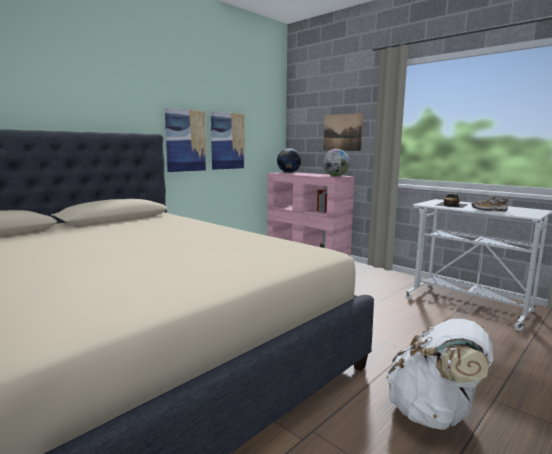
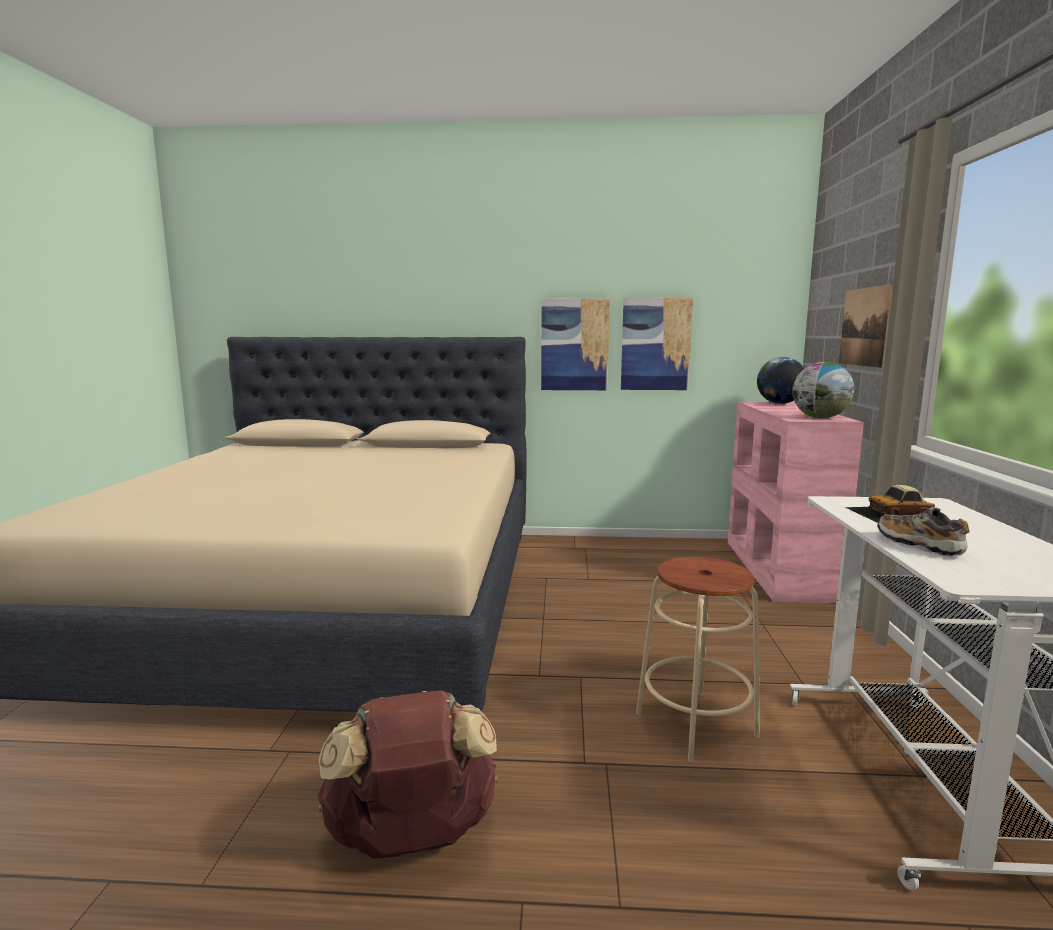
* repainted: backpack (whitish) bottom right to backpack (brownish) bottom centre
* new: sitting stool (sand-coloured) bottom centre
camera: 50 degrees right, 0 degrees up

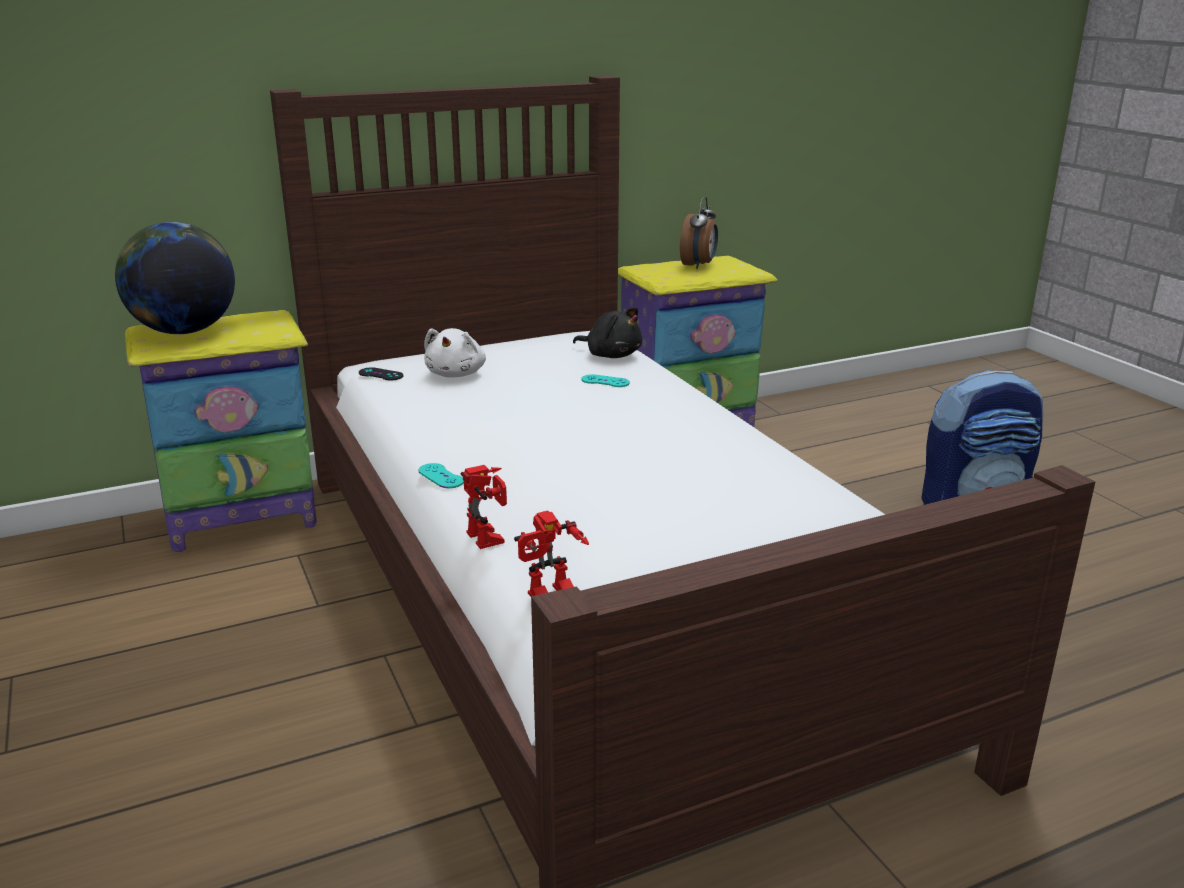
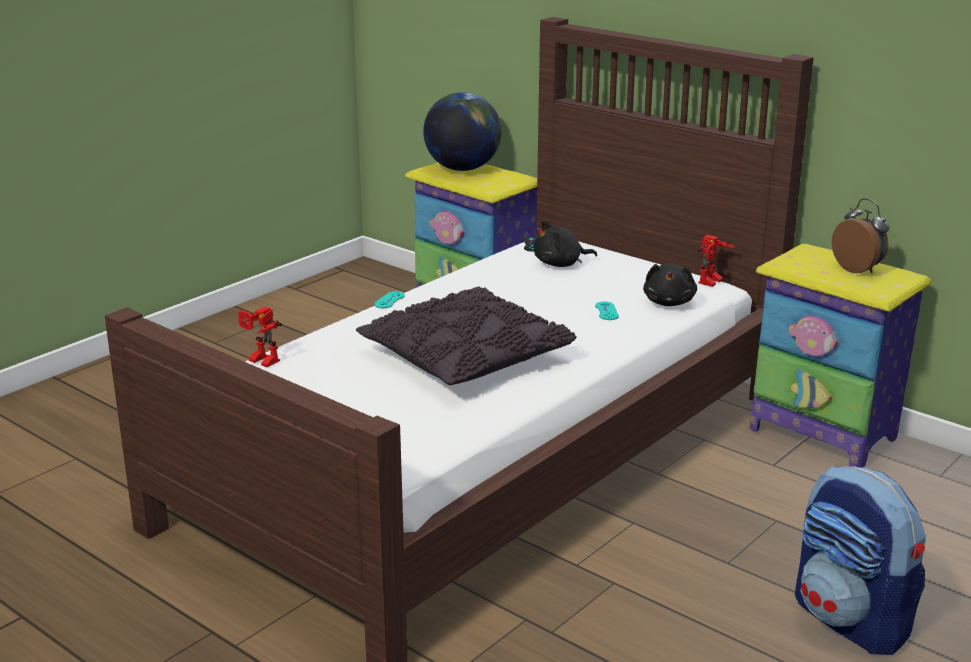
* rotated: alarm clock top centre = middle right 120 degrees counterclockwise
* repainted: plush toy (whitish) centre to plush toy (blackish) (no. 1 from left) centre
* shifted: toy robot (no. 1 from left in the first image) centre to toy robot (no. 2 from left) middle right
* new: cushion (blackish) centre
camera: 65 degrees right, 0 degrees up

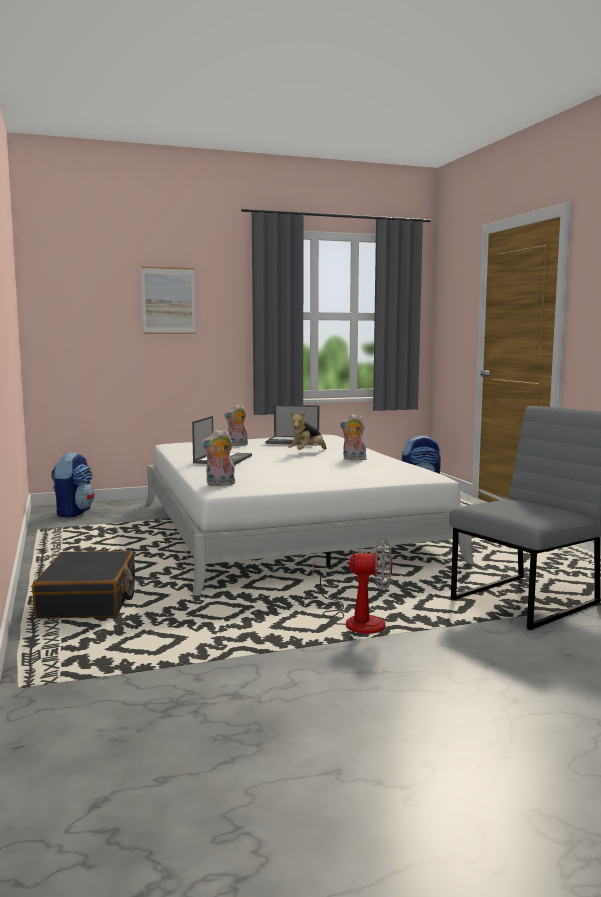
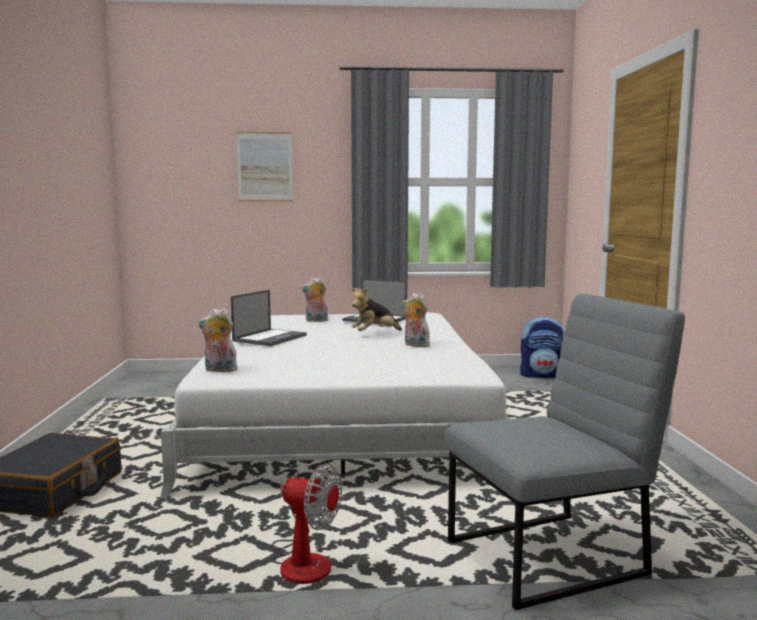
* gone: backpack (no. 1 from left) middle left
camera: 15 degrees right, 0 degrees up

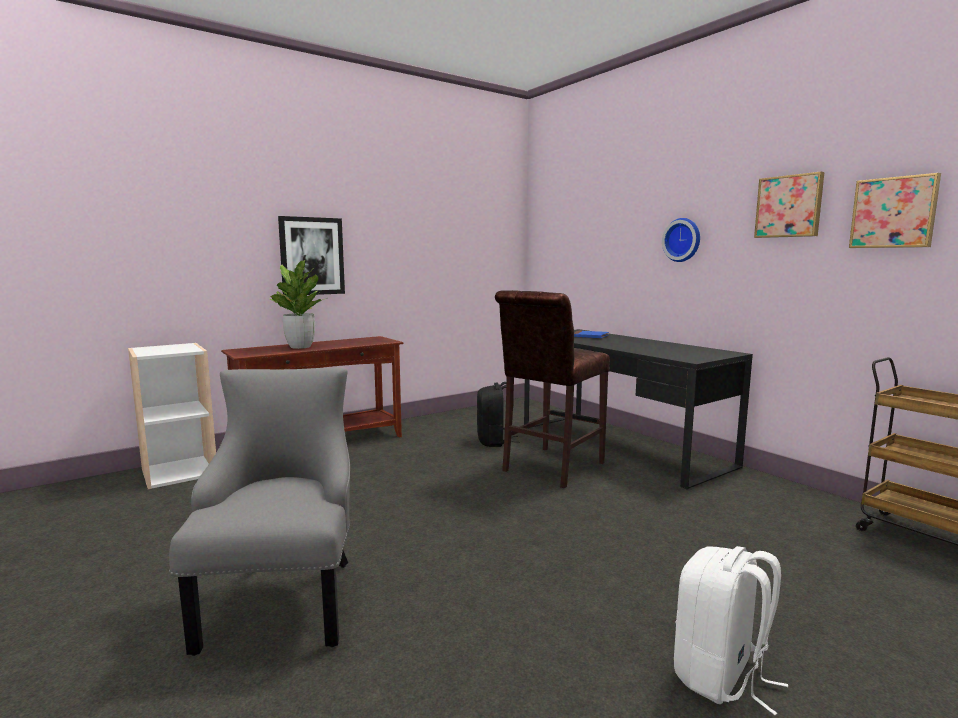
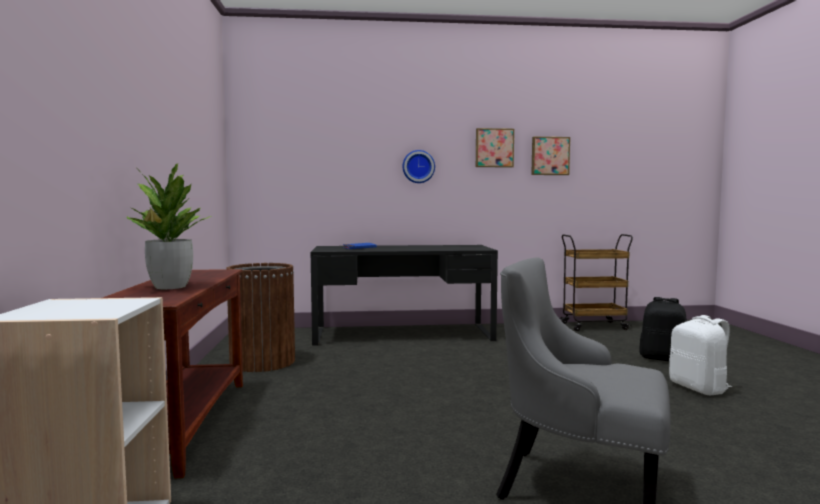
* gone: wall picture (no. 1 from left) middle left
* gone: sitting stool (brownish) centre
* shifted: backpack (blackish) centre to middle right
* new: trash can (brownish) middle left
camera: 60 degrees left, 5 degrees down

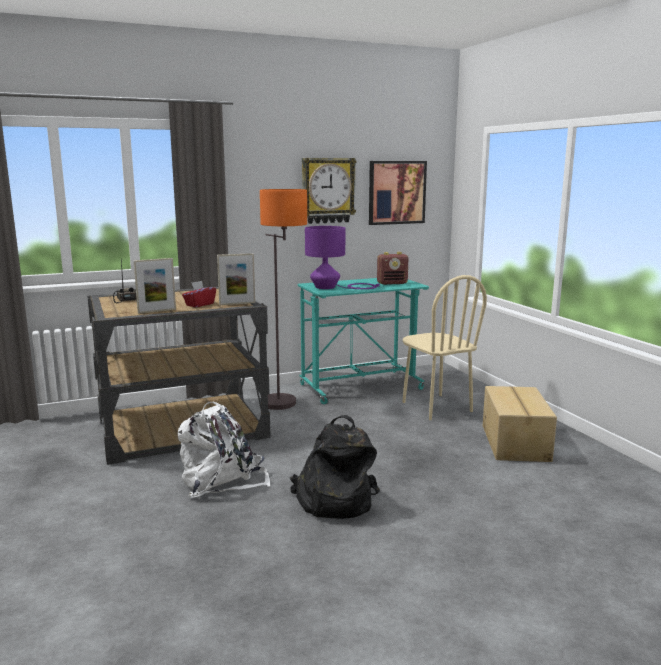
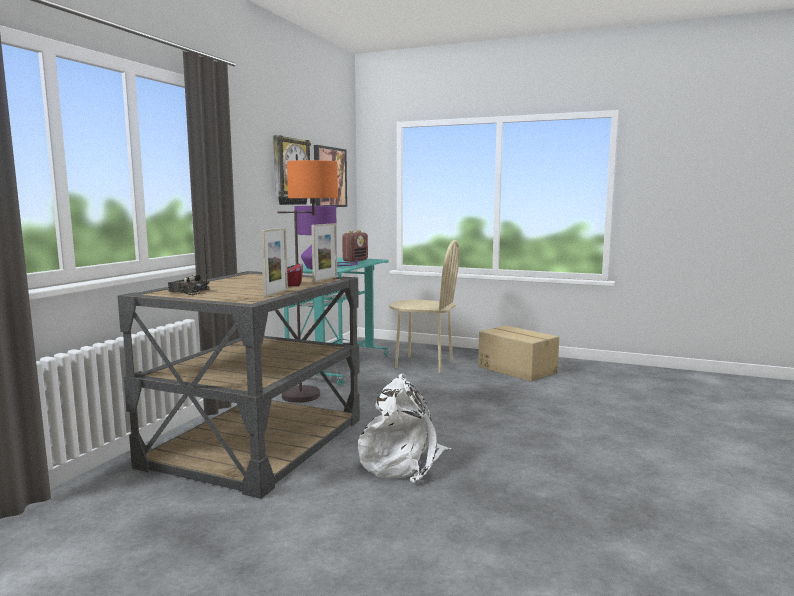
* gone: backpack (blackish) bottom centre
camera: 45 degrees left, 5 degrees down

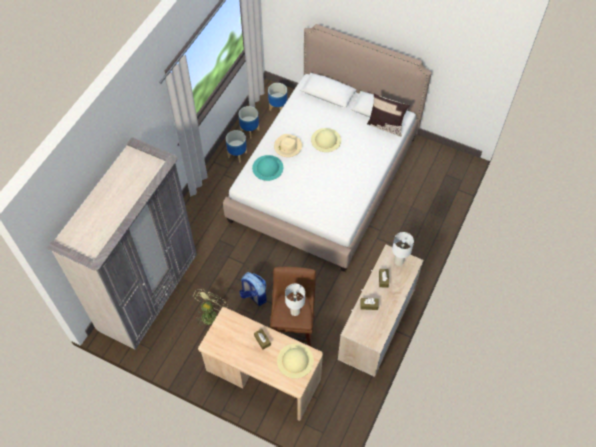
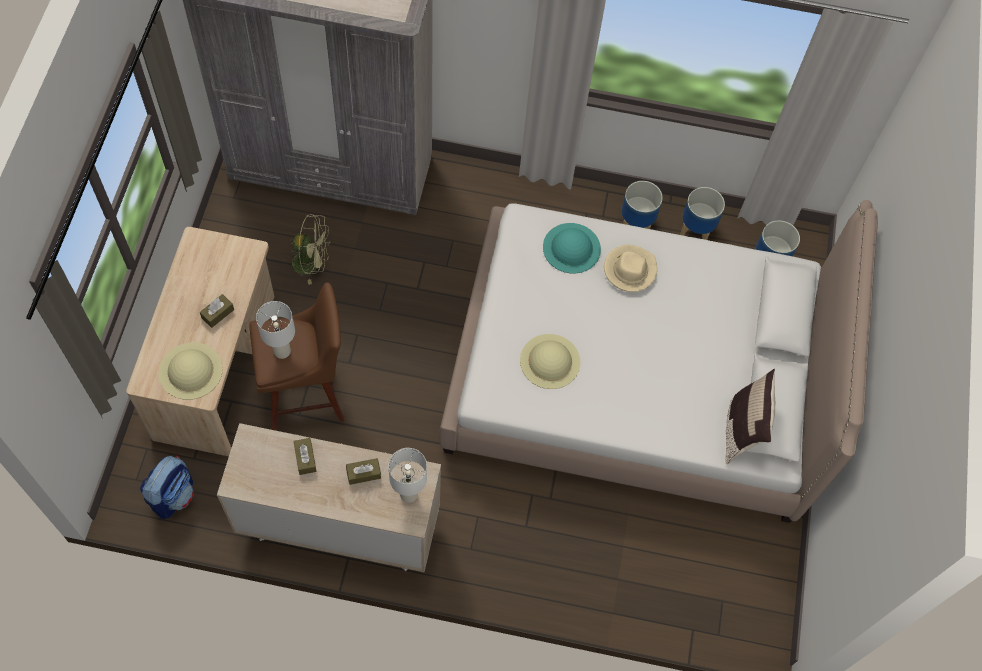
* shifted: wearable hat (sand-coloured) (no. 3 from left in the first image) top centre to wearable hat (sand-coloured) (no. 2 from left) centre
* shifted: backpack centre to bottom left
camera: 70 degrees right, 5 degrees up

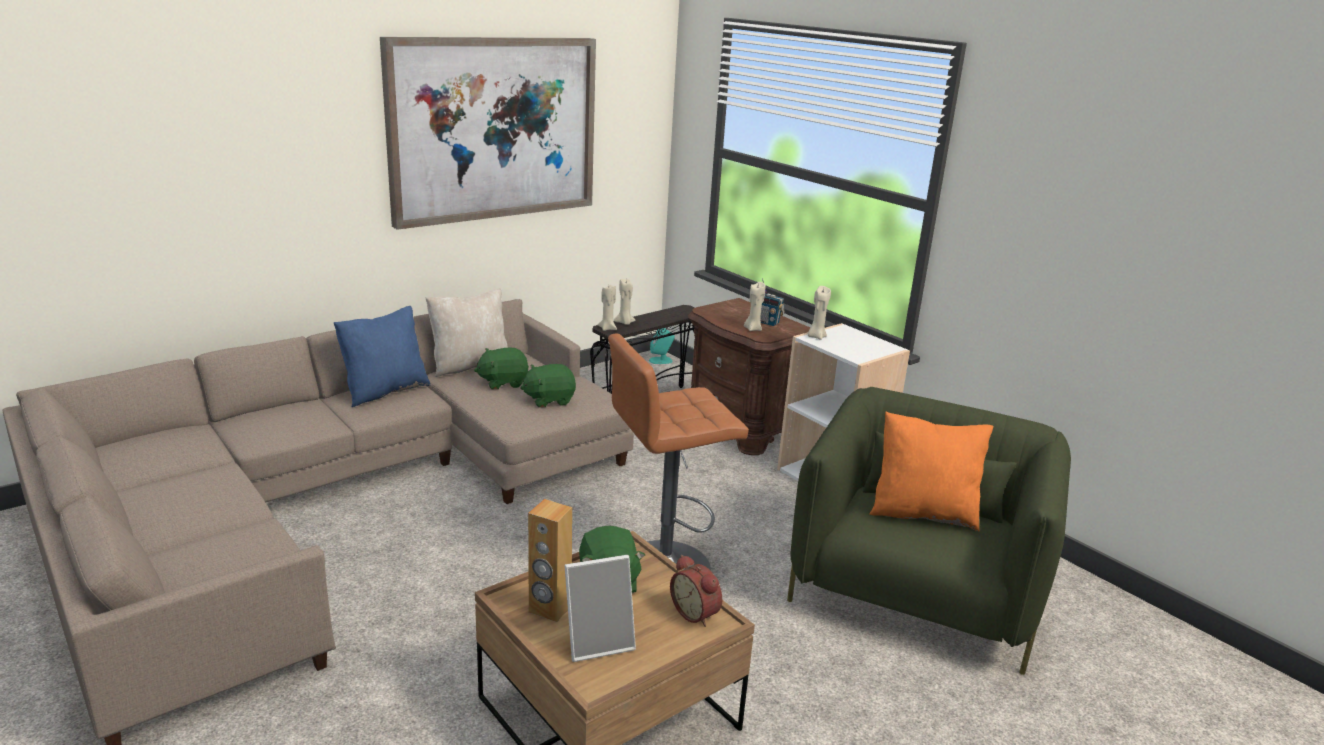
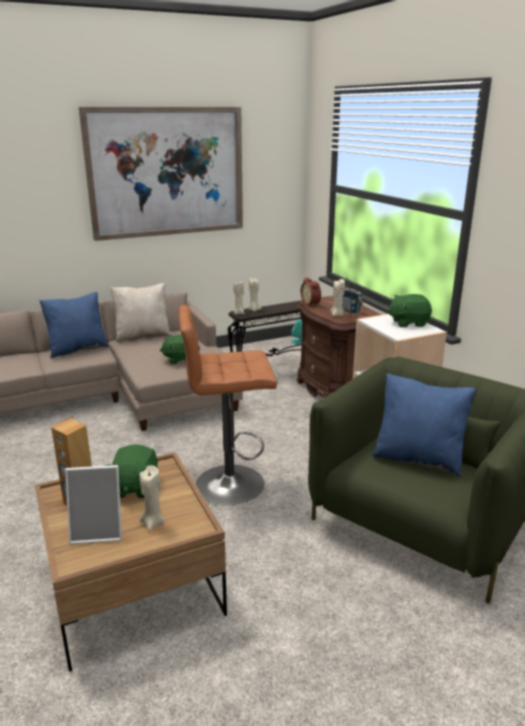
* shifted: wax candle (sand-coloured) (no. 4 from left in the first image) centre to wax candle (sand-coloured) (no. 1 from left) bottom left
* shifted: plush toy (green-coloured) (no. 1 from left in the first image) centre to plush toy (green-coloured) (no. 3 from left) middle right
* repainted: cushion (orange-coloured) middle right to cushion (bluish) (no. 2 from left) middle right
* shifted: alarm clock bottom centre to centre
camera: 15 degrees right, 0 degrees up

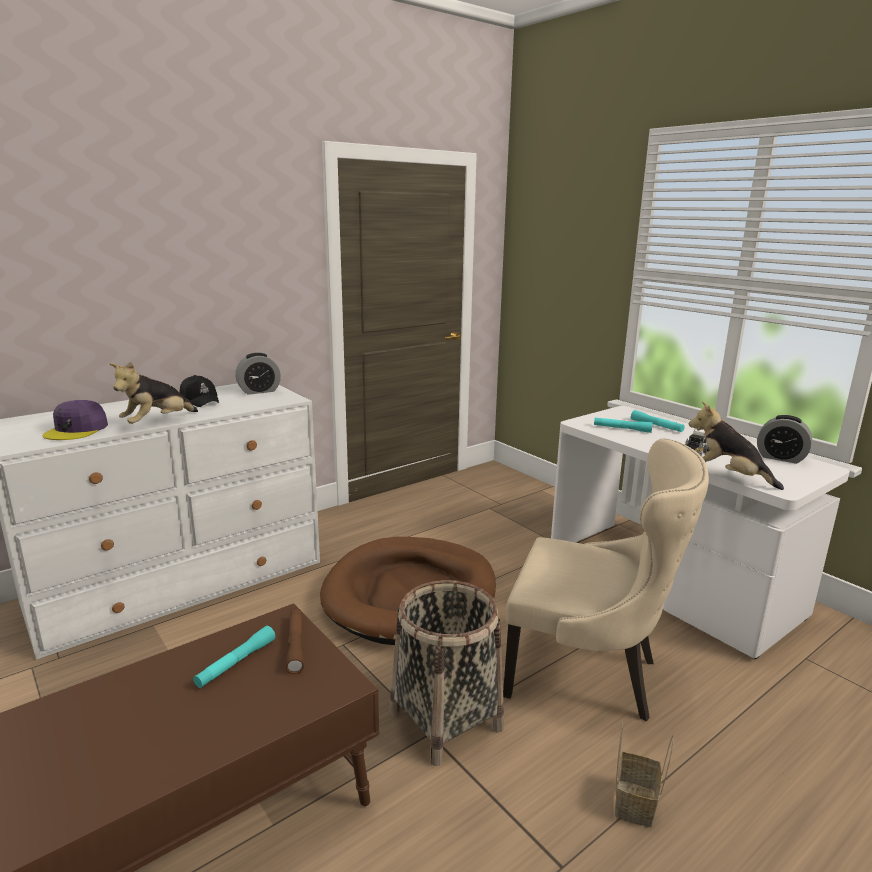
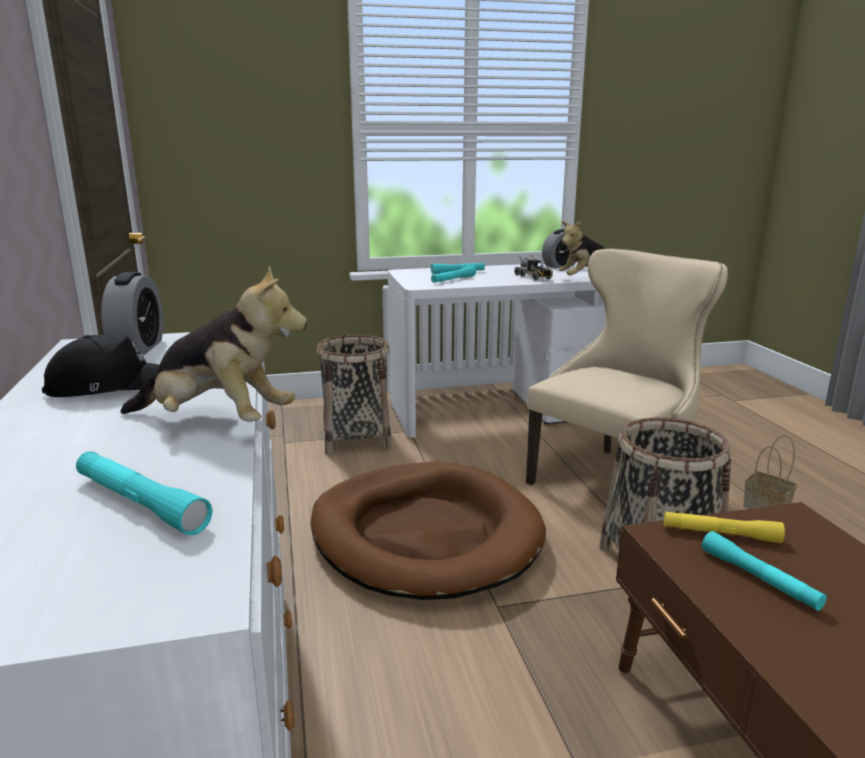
* rotated: plush toy (no. 1 from left) middle left = middle left 45 degrees counterclockwise
* swapped: peaked cap (purple-coloured) middle left to torch (turquoise-coloured) (no. 1 from left) middle left
* repainted: torch (brownish) bottom centre to torch (yellow-coloured) bottom right
* new: storage basket (no. 1 from left) centre
camera: 65 degrees left, 0 degrees up

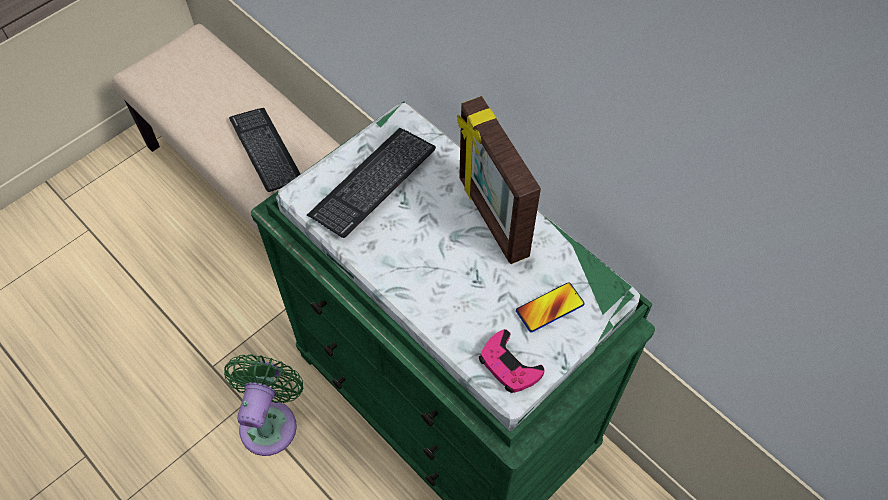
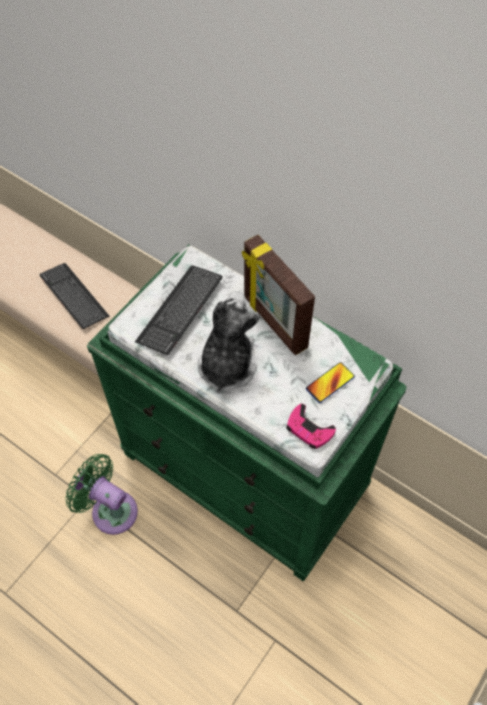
* rotated: cooling fan (green-coloured) bottom left = bottom left 60 degrees counterclockwise
* new: plush toy centre
camera: 10 degrees left, 0 degrees up

